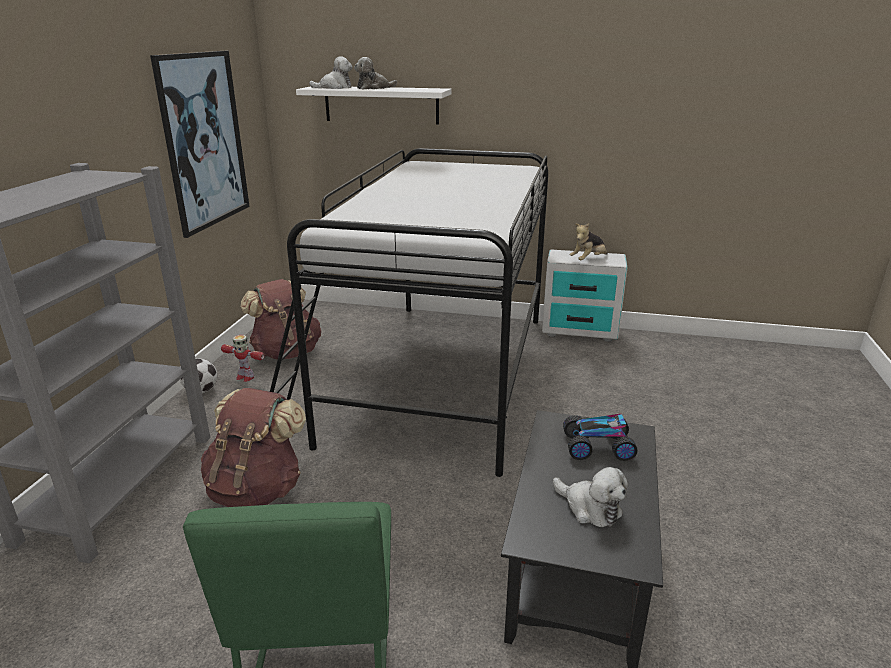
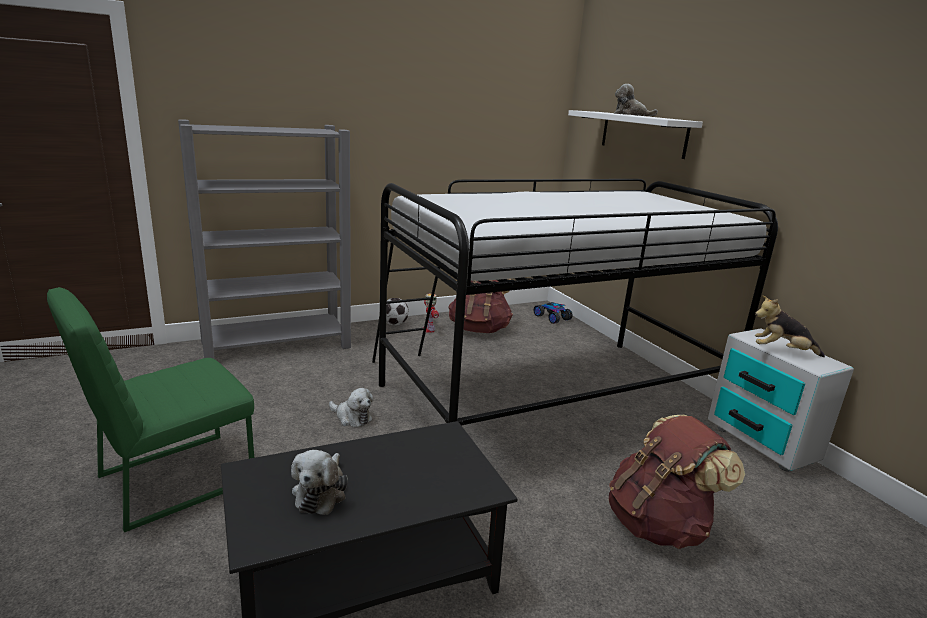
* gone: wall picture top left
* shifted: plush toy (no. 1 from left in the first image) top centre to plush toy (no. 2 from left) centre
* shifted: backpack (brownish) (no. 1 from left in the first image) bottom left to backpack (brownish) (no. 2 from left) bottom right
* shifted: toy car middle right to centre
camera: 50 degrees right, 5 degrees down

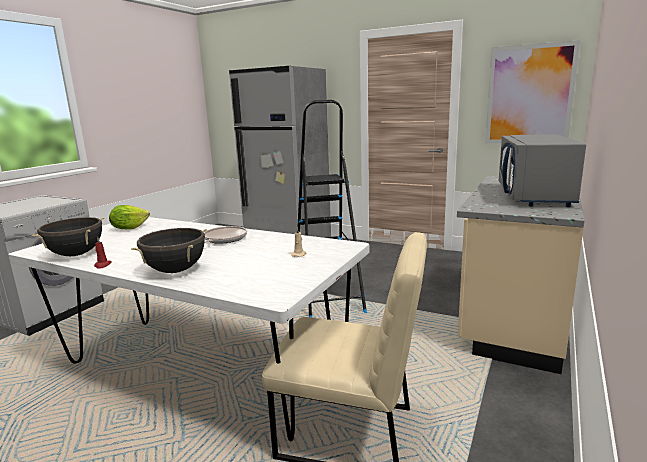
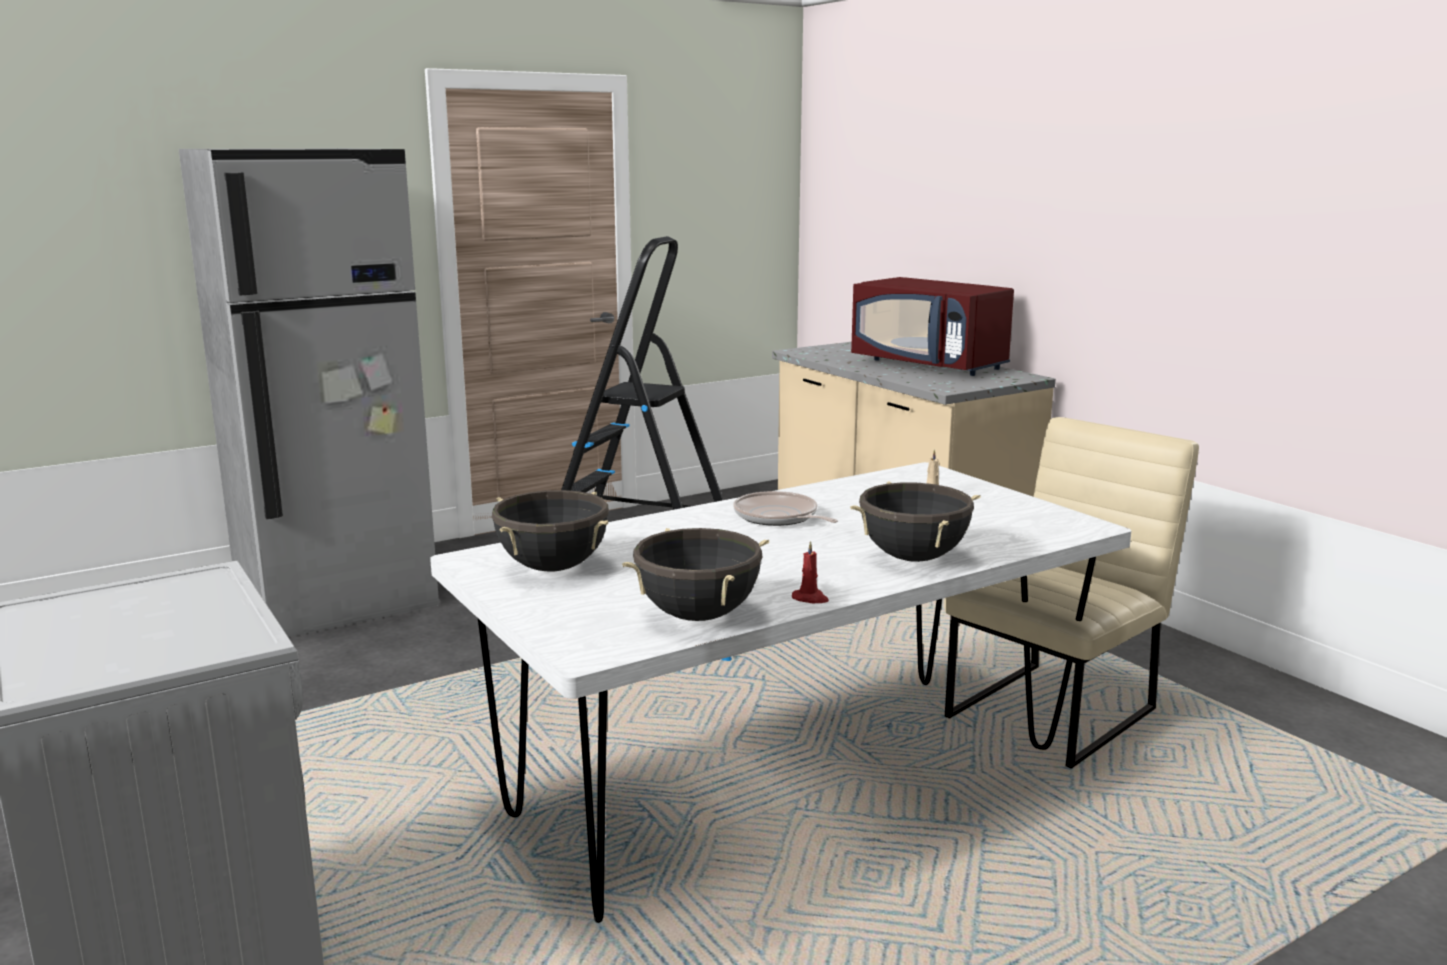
* gone: wall picture top right
* repainted: microwave oven (greyish) middle right to microwave oven (reddish) centre
* swapped: head of lettuce middle left to stockpot (blackish) (no. 1 from left) centre
camera: 60 degrees left, 0 degrees up

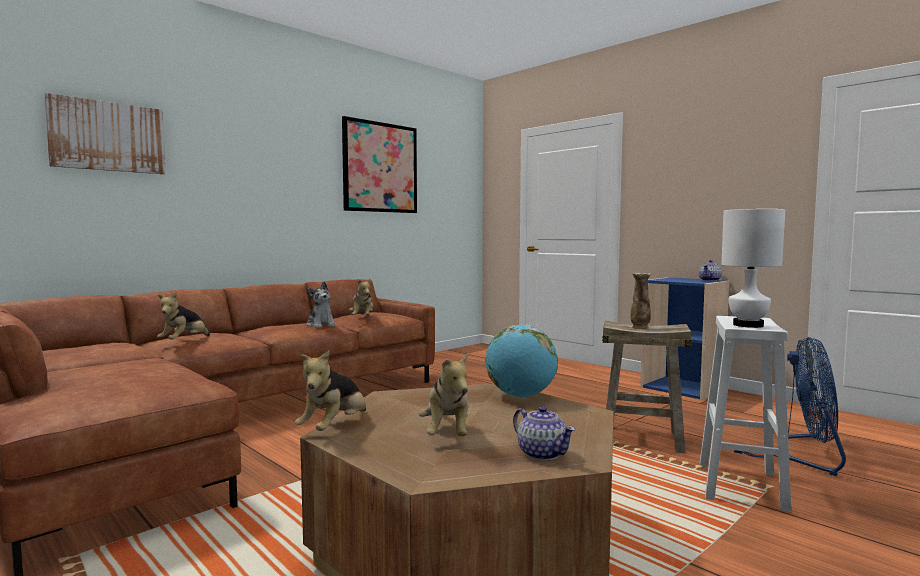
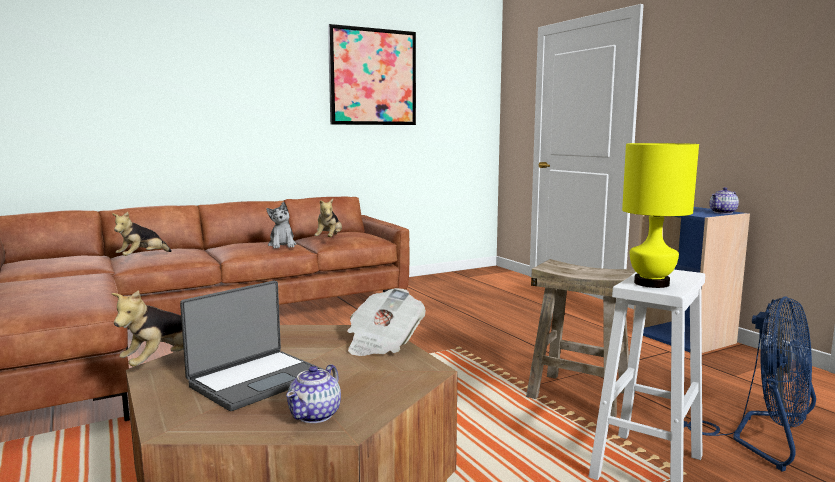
* gone: wall picture (no. 1 from left) top left
* repainted: lamp for a table (whitish) middle right to lamp for a table (yellow-coloured) middle right
* gone: vase middle right
* swapped: globe centre to newspaper bottom centre
* swapped: plush toy (no. 5 from left) bottom centre to notebook computer bottom left
* rotated: teapot (no. 1 from left) bottom centre = bottom centre 45 degrees clockwise
camera: 15 degrees right, 5 degrees up

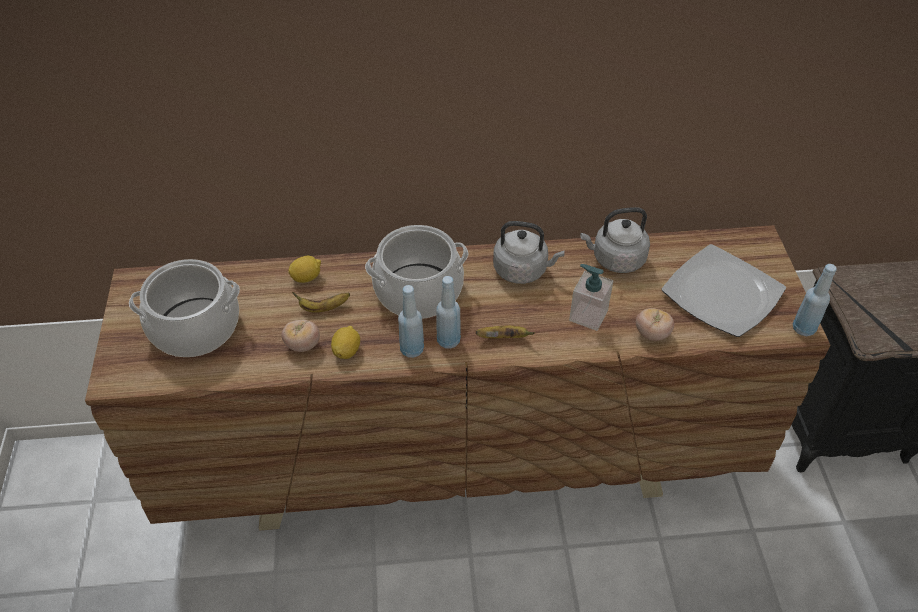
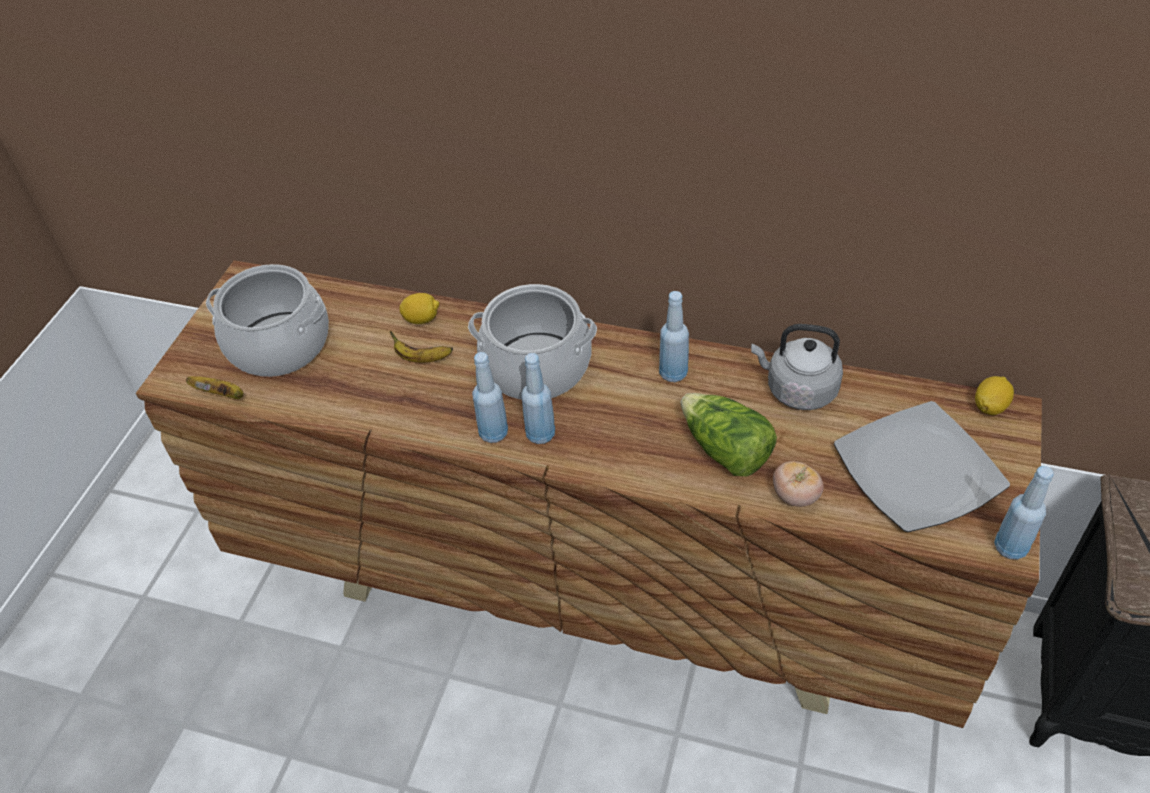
* swapped: water kettle (greyish) (no. 1 from left) centre to drink bottle (bluish) (no. 3 from left) centre
* swapped: soap bottle centre to head of lettuce centre
* gone: whole tomato (no. 1 from left) middle left
* shifted: lemon (no. 2 from left) centre to middle right
* shifted: banana fruit (no. 2 from left in the first image) centre to banana fruit (no. 1 from left) middle left
camera: 25 degrees right, 0 degrees up

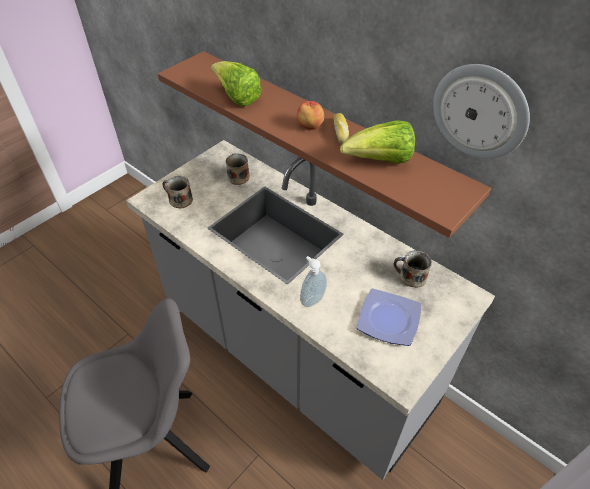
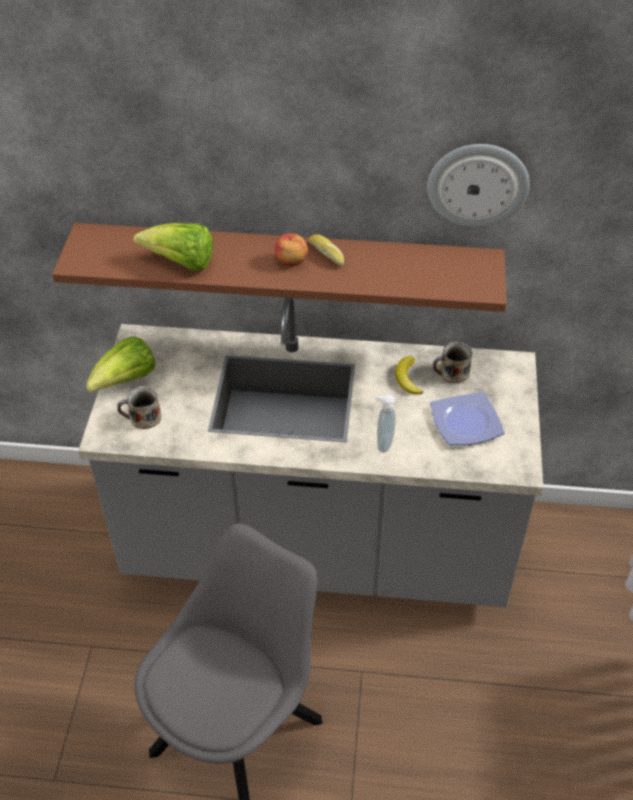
* shifted: head of lettuce (no. 2 from left in the first image) top centre to head of lettuce (no. 1 from left) middle left
* gone: tea mug (no. 2 from left) centre
* new: banana fruit centre
camera: 35 degrees left, 0 degrees up

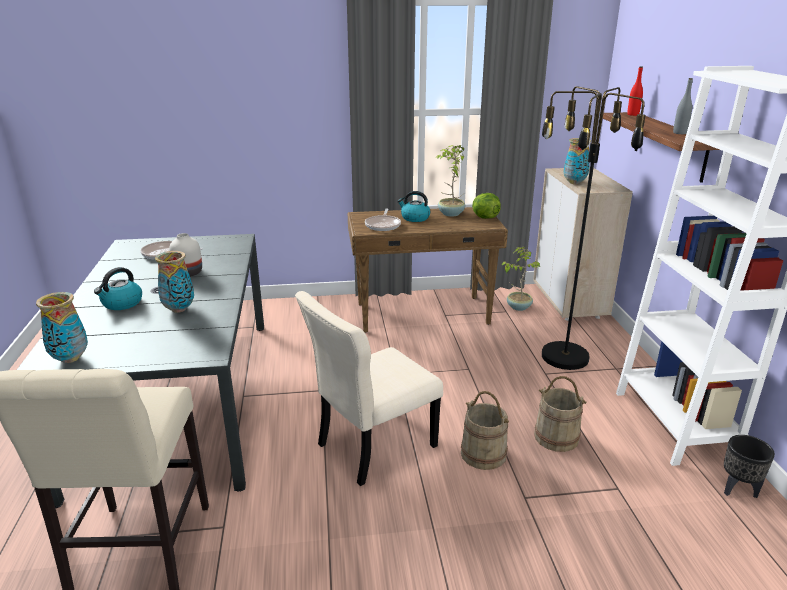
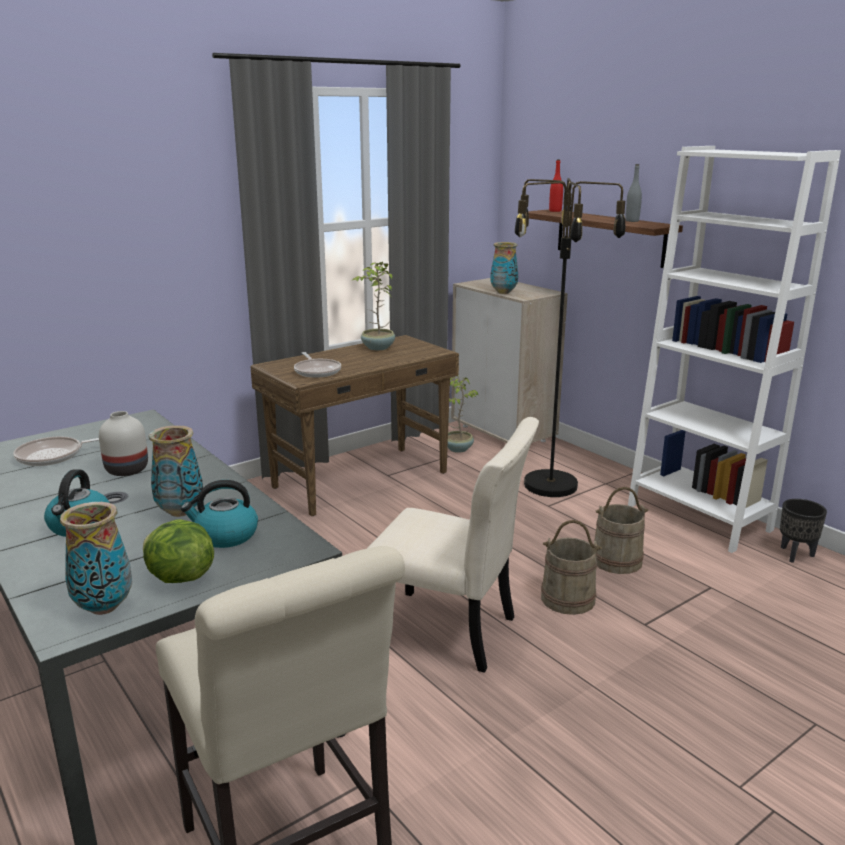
* shifted: water kettle (no. 2 from left) centre to middle left
* shifted: head of lettuce centre to middle left
* rotated: plain chair (sand-coloured) centre = centre 90 degrees counterclockwise
camera: 30 degrees left, 5 degrees down

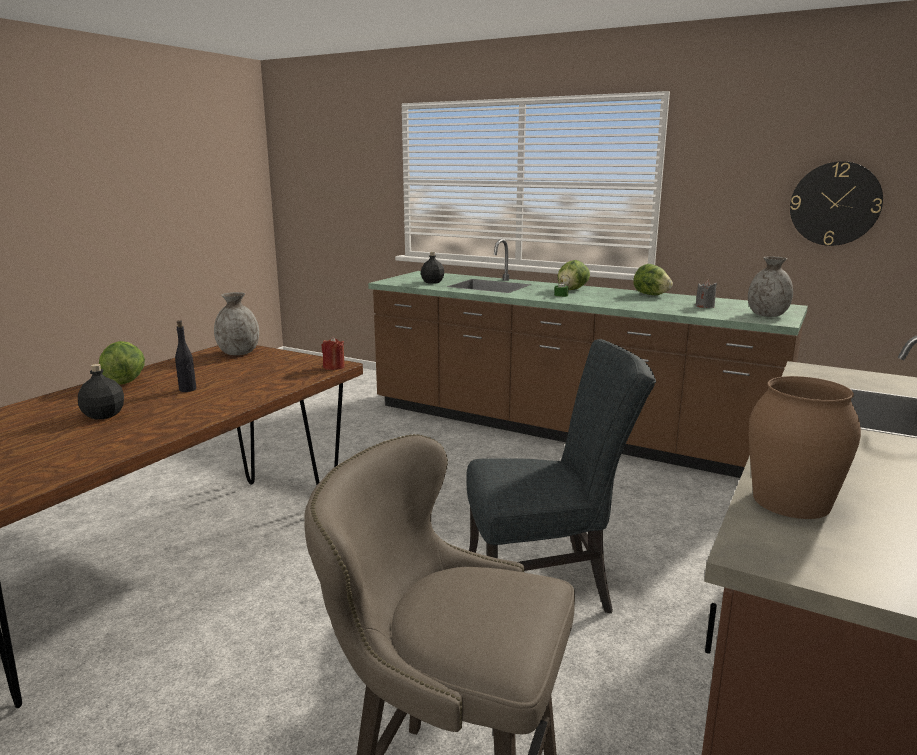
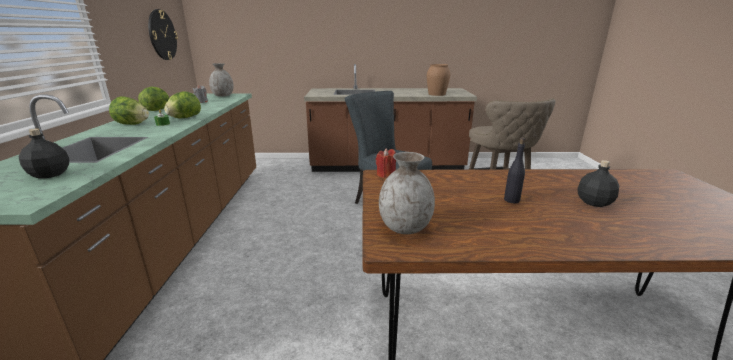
* shifted: head of lettuce (no. 1 from left in the first image) middle left to head of lettuce (no. 3 from left) top left
camera: 120 degrees left, 5 degrees up

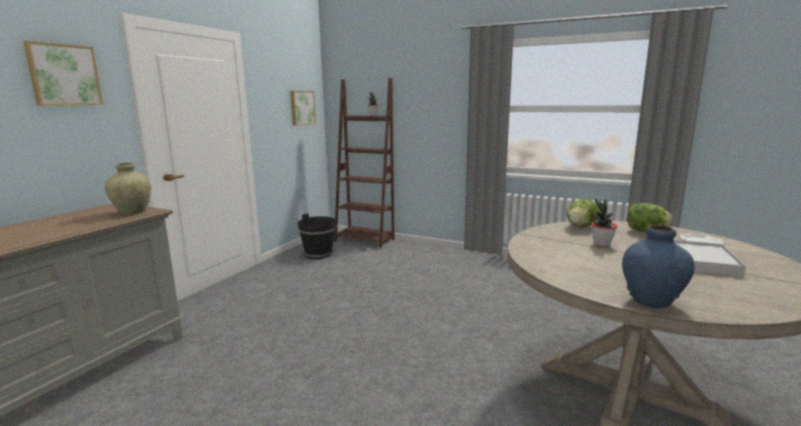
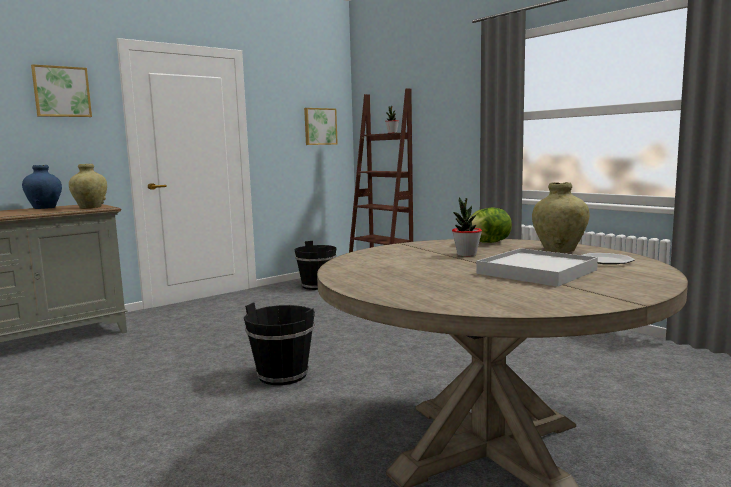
* swapped: head of lettuce (no. 2 from left) middle right to vase (sand-coloured) (no. 2 from left) middle right
* shifted: vase (bluish) middle right to middle left
* new: bucket (blackish) (no. 1 from left) bottom centre
camera: 25 degrees right, 5 degrees down

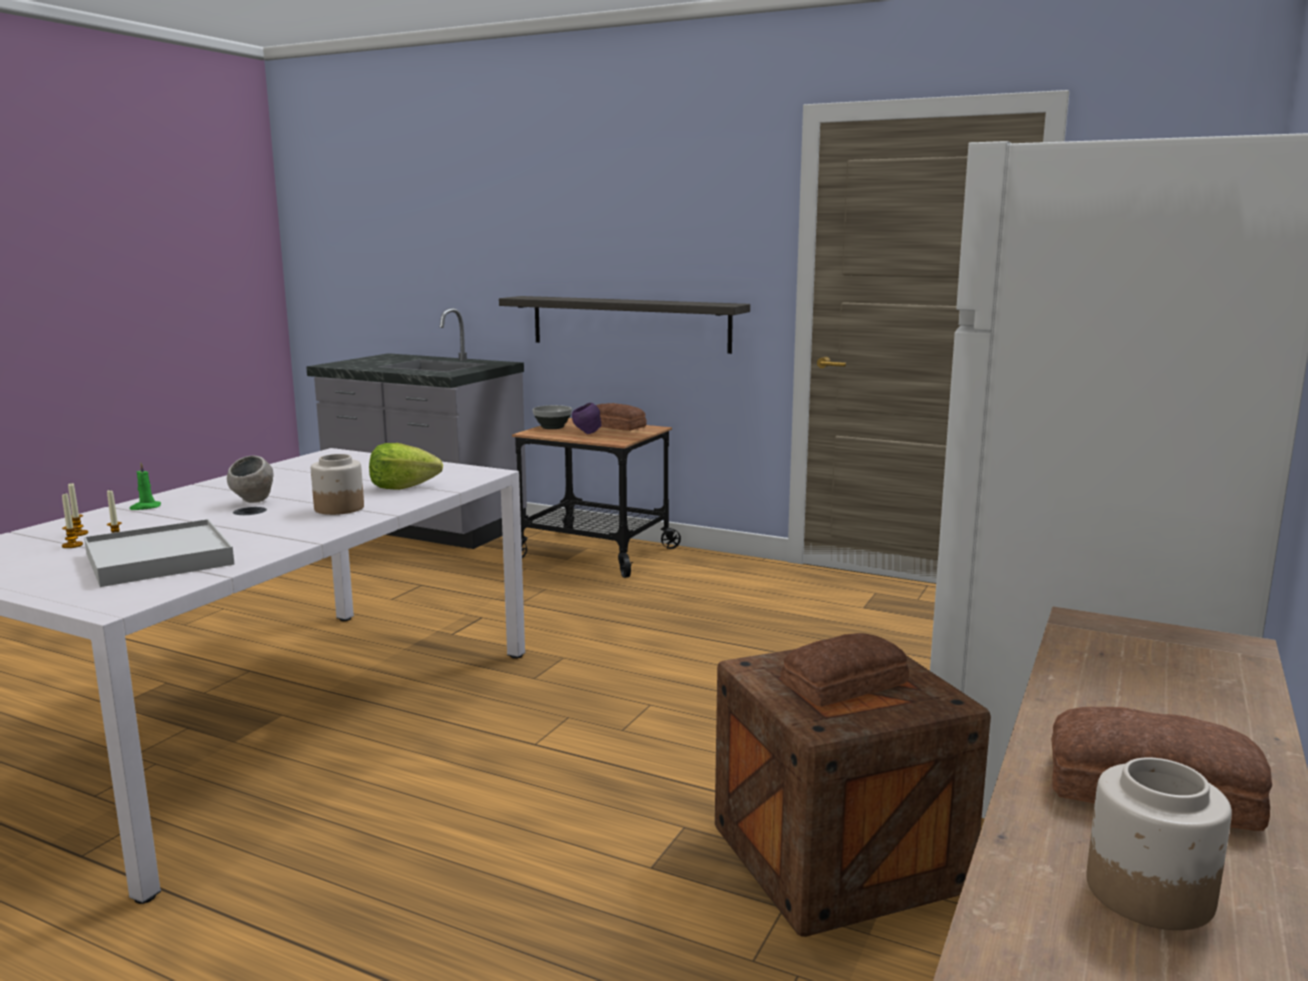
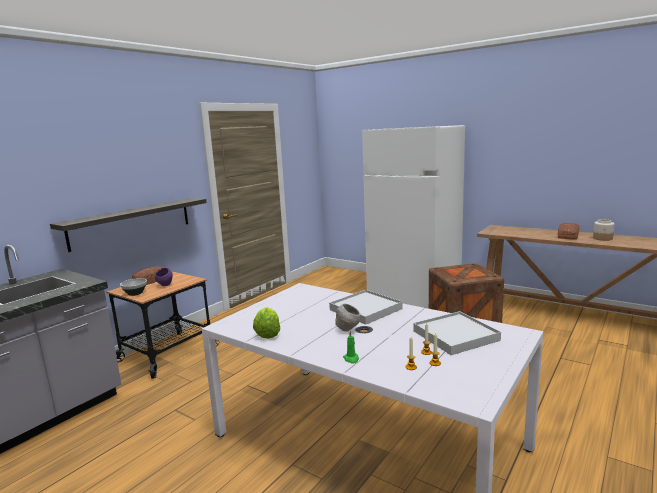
* shifted: head of lettuce middle left to centre
* swapped: jar (no. 1 from left) middle left to tray (whitish) (no. 1 from left) centre
* gone: bakery bread (no. 2 from left) bottom centre
camera: 80 degrees left, 0 degrees up

